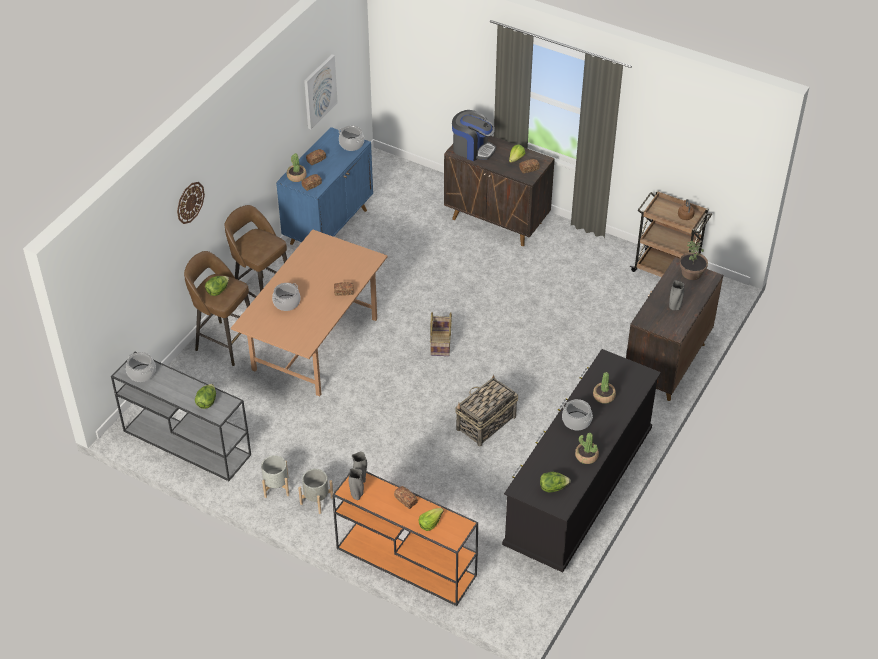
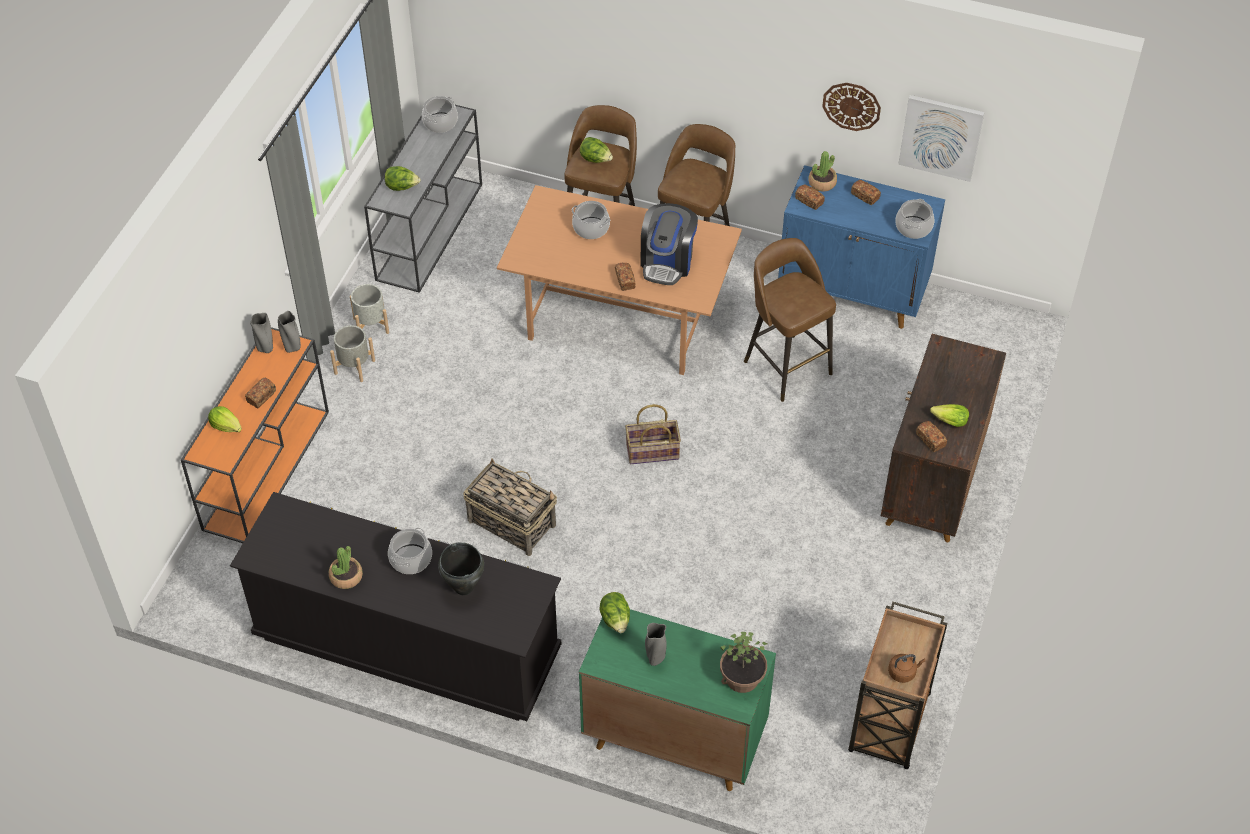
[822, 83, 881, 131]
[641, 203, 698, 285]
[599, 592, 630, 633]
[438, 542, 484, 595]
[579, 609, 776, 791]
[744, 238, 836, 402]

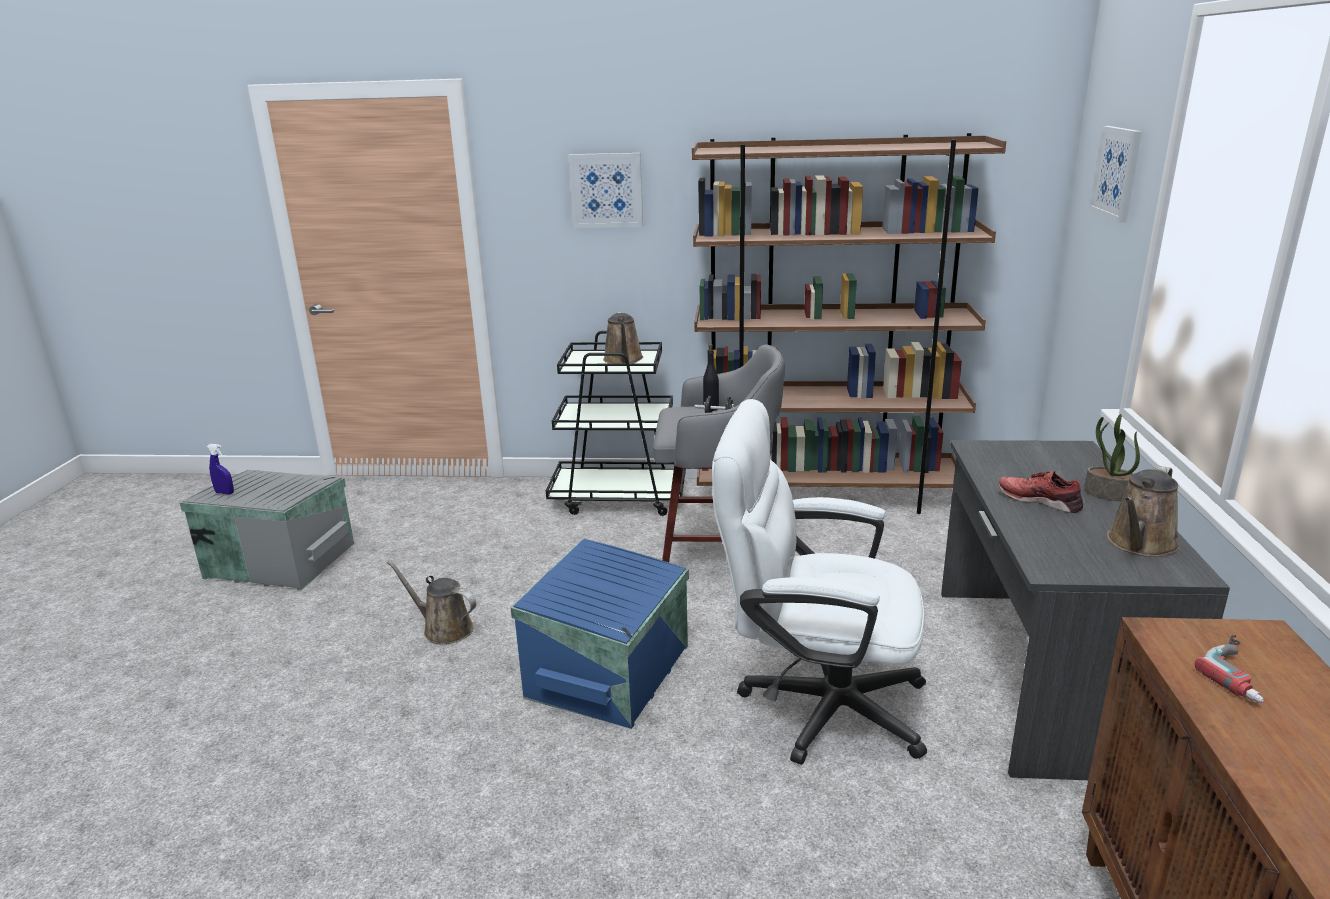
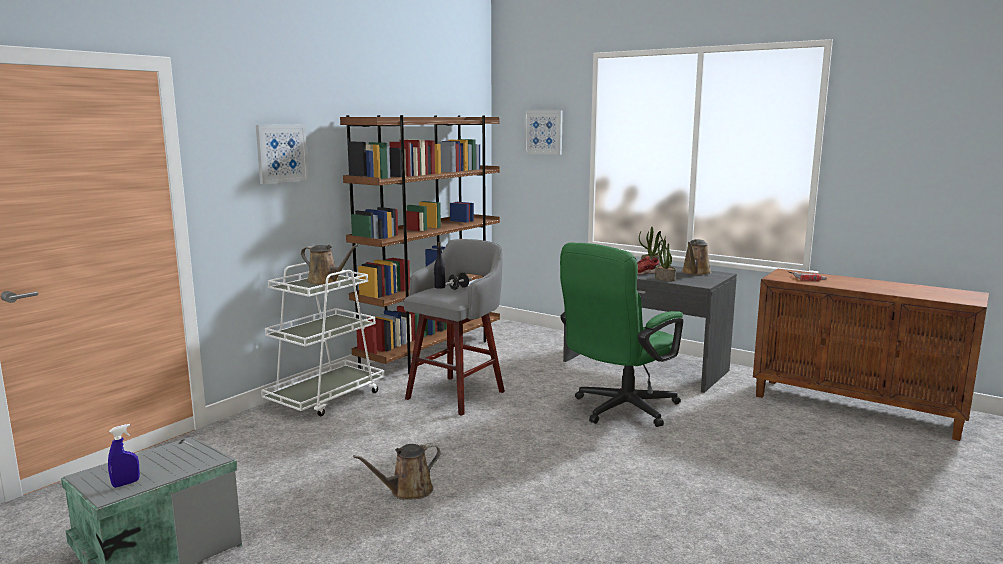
[511, 539, 689, 729] (first image)
[261, 263, 384, 417]
[560, 242, 683, 427]
[682, 239, 712, 275]
[655, 236, 676, 281]

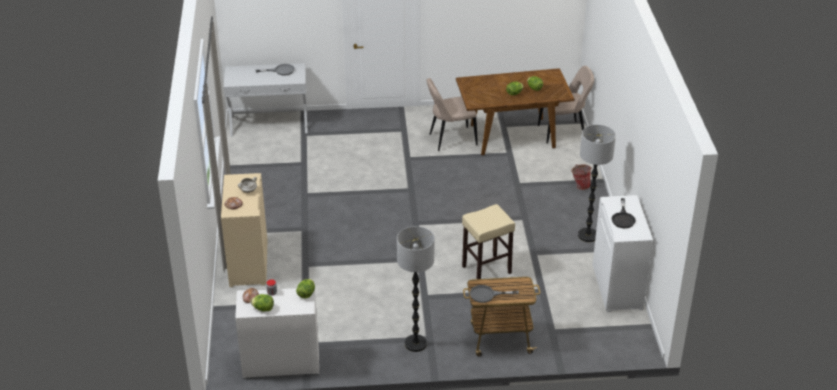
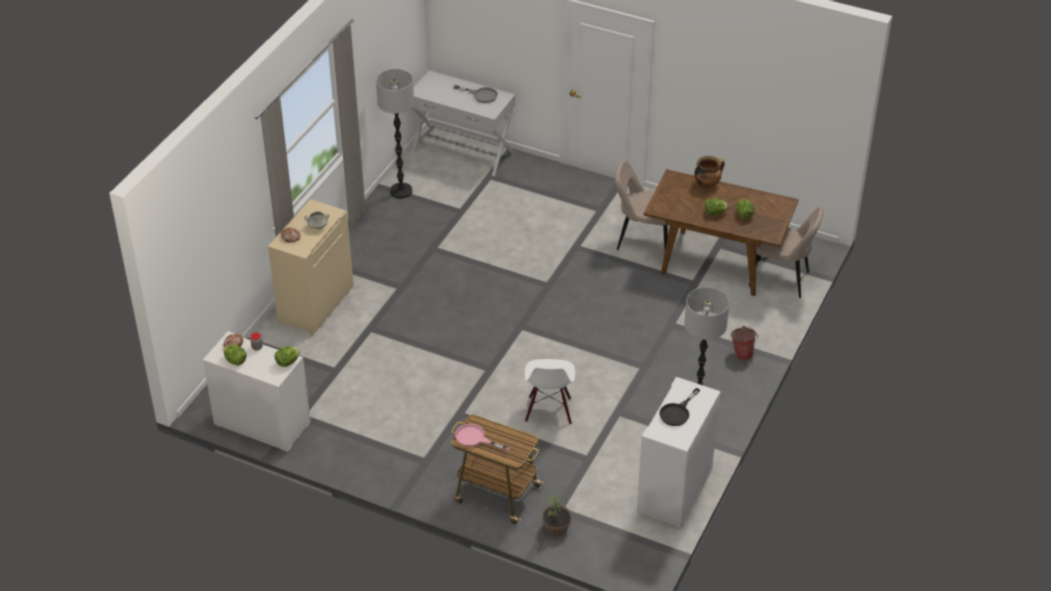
[376, 69, 414, 199]
[525, 359, 575, 425]
[455, 424, 510, 451]
[542, 494, 572, 536]
[695, 156, 725, 189]

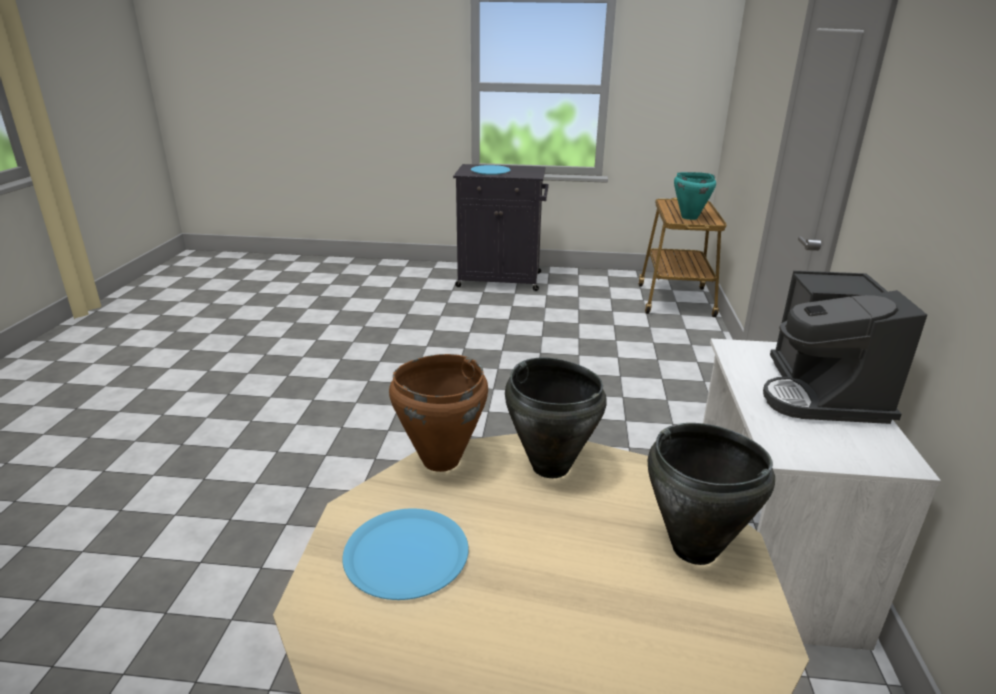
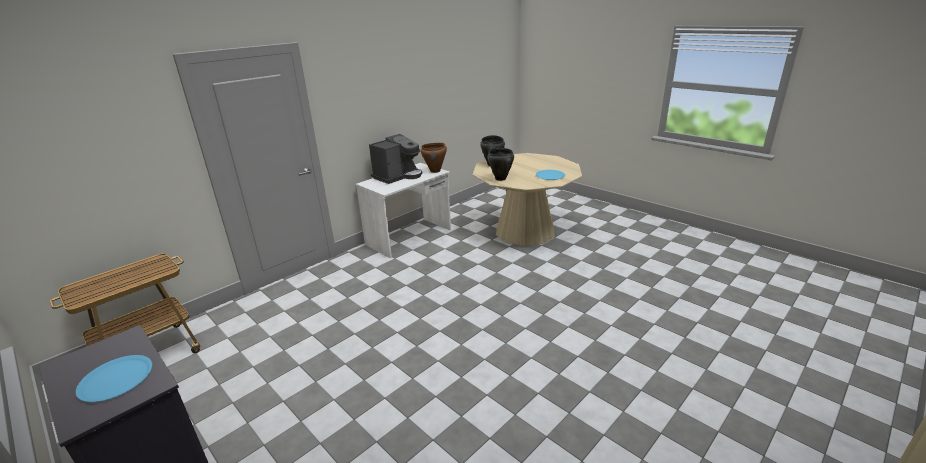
[421, 143, 447, 173]
[674, 172, 716, 220] (first image)

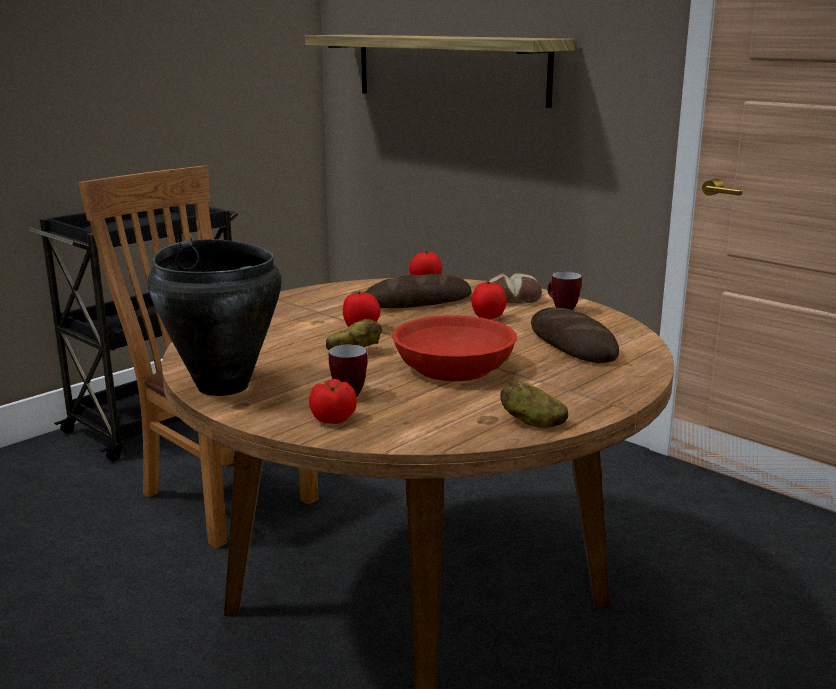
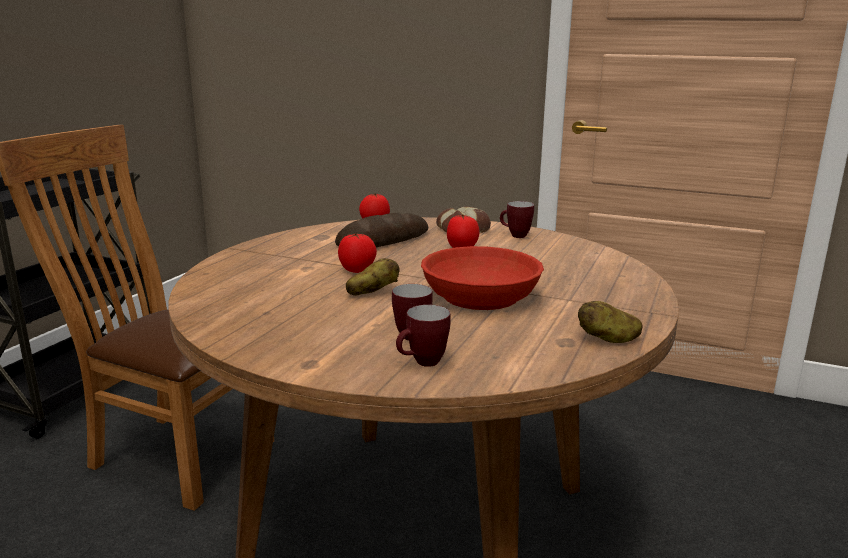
[148, 239, 281, 396] (first image)
[305, 35, 576, 108] (first image)
[396, 305, 450, 367]
[531, 307, 619, 363] (first image)

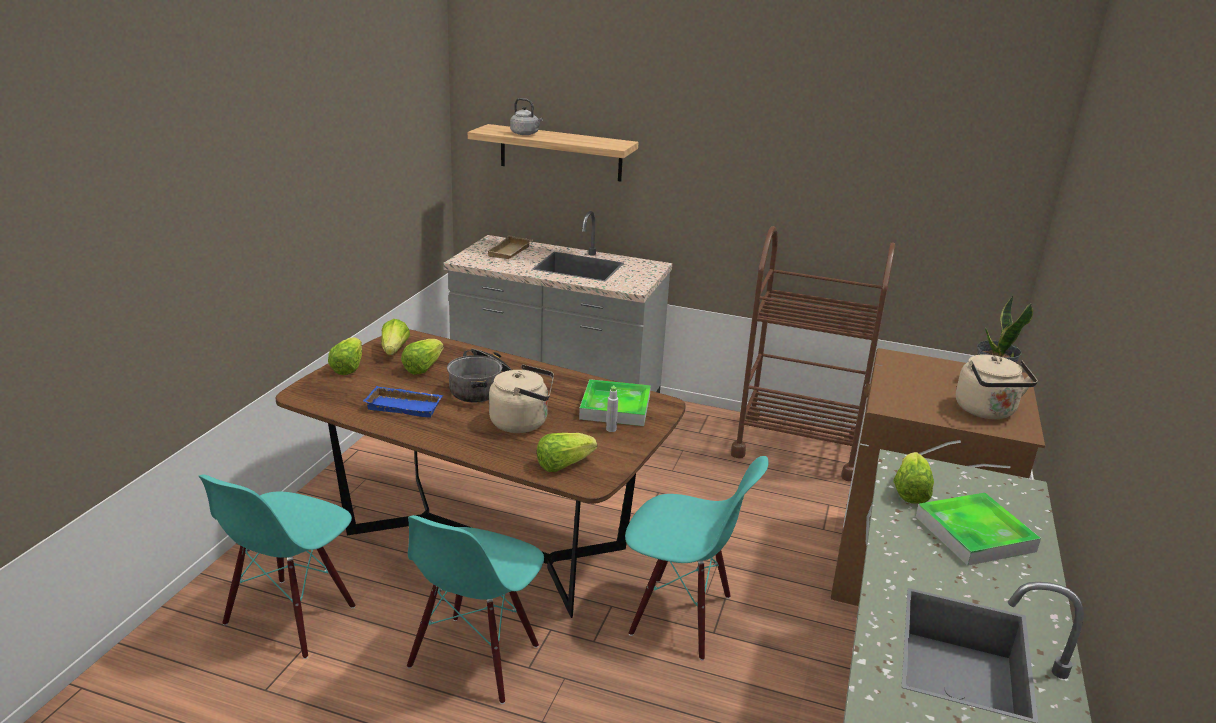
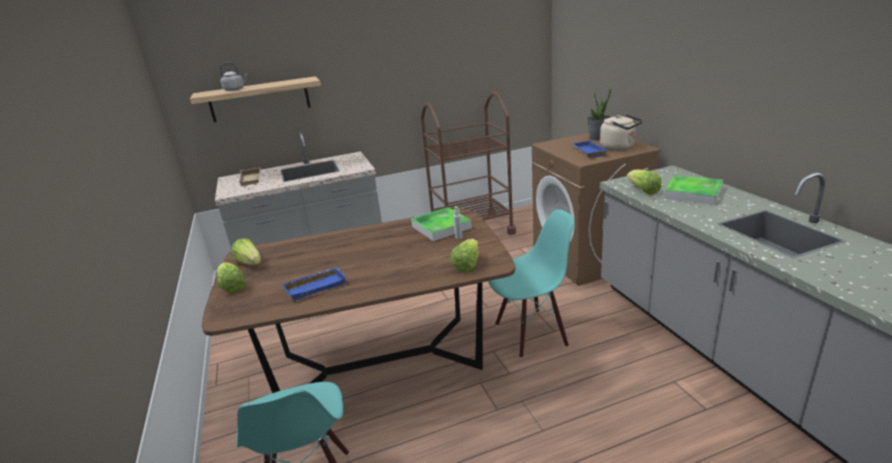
[401, 339, 444, 375] (first image)
[407, 515, 544, 704] (first image)
[447, 349, 512, 402] (first image)
[489, 364, 554, 433] (first image)
[572, 140, 609, 158]

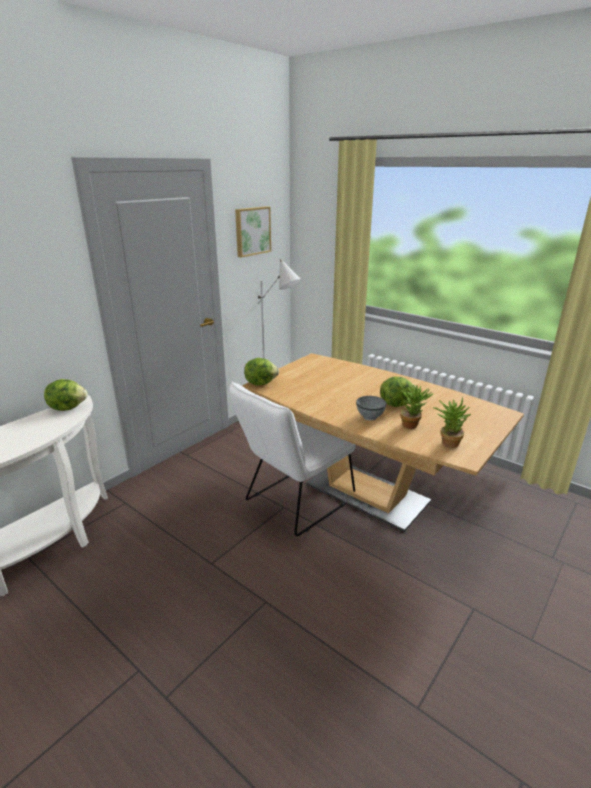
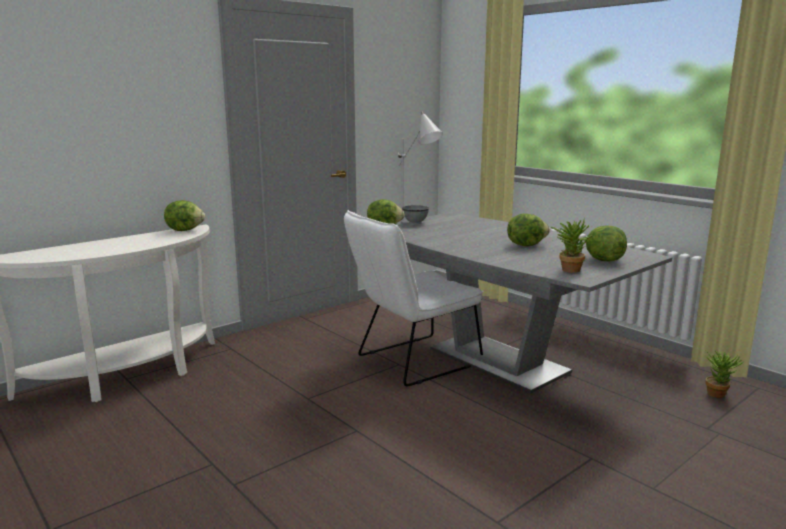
[235, 206, 271, 258] (first image)
[396, 213, 672, 393]
[402, 205, 429, 224]
[705, 350, 743, 398]
[586, 225, 627, 262]

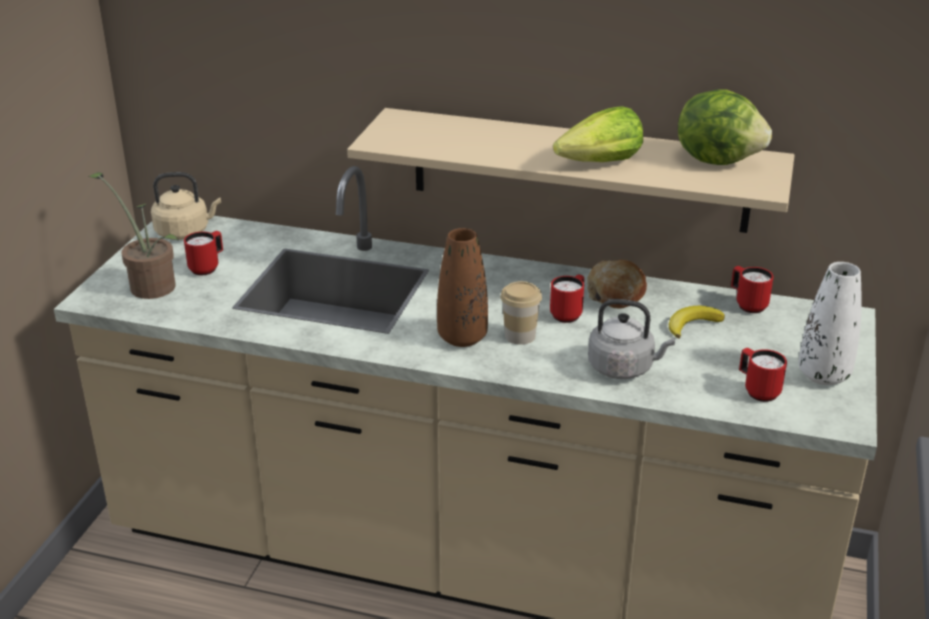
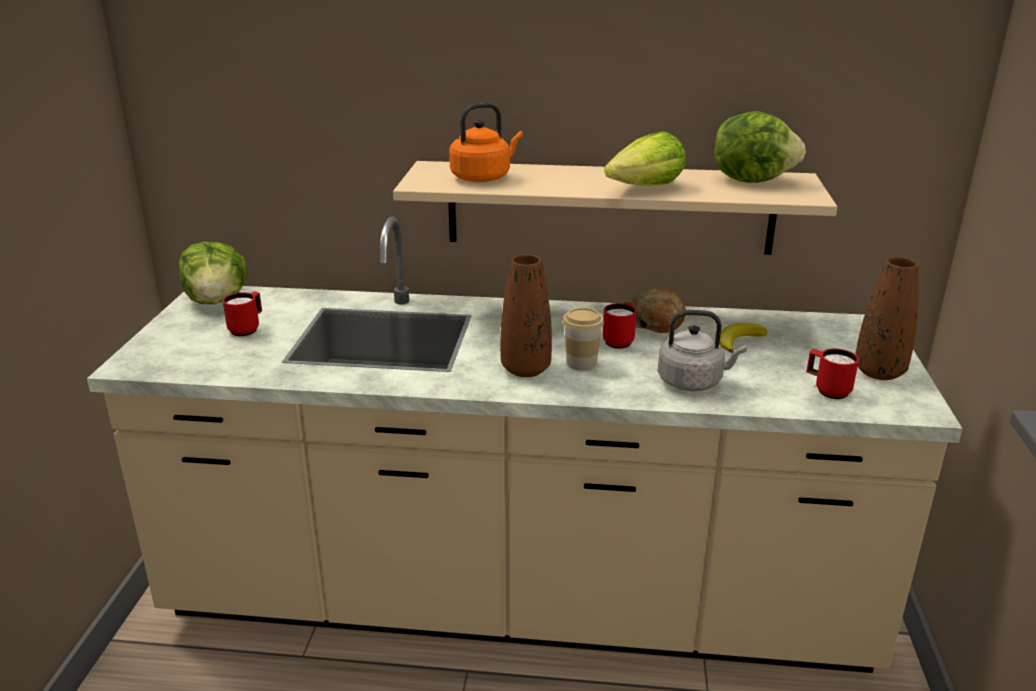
[89, 172, 179, 299] (first image)
[179, 242, 248, 304]
[731, 266, 774, 313] (first image)
[855, 257, 919, 380]
[449, 103, 523, 182]

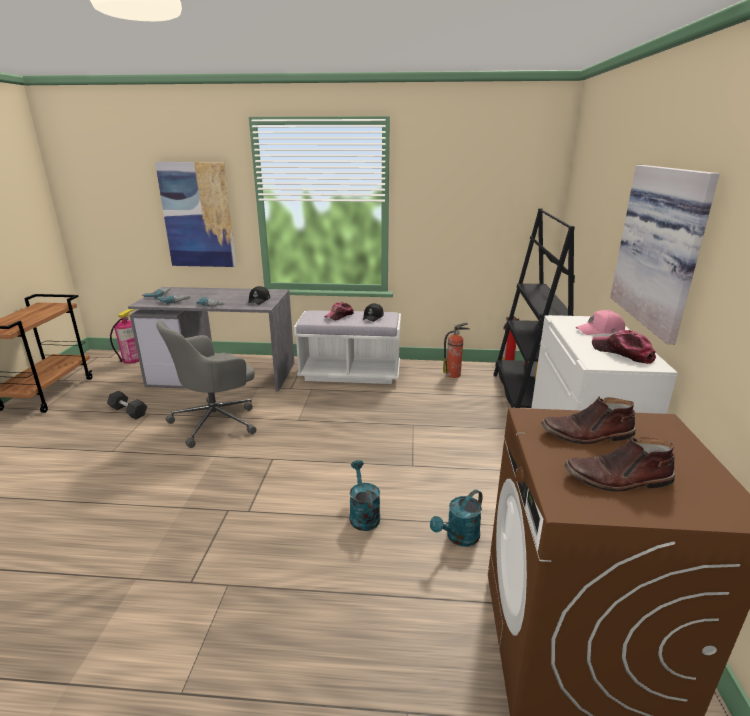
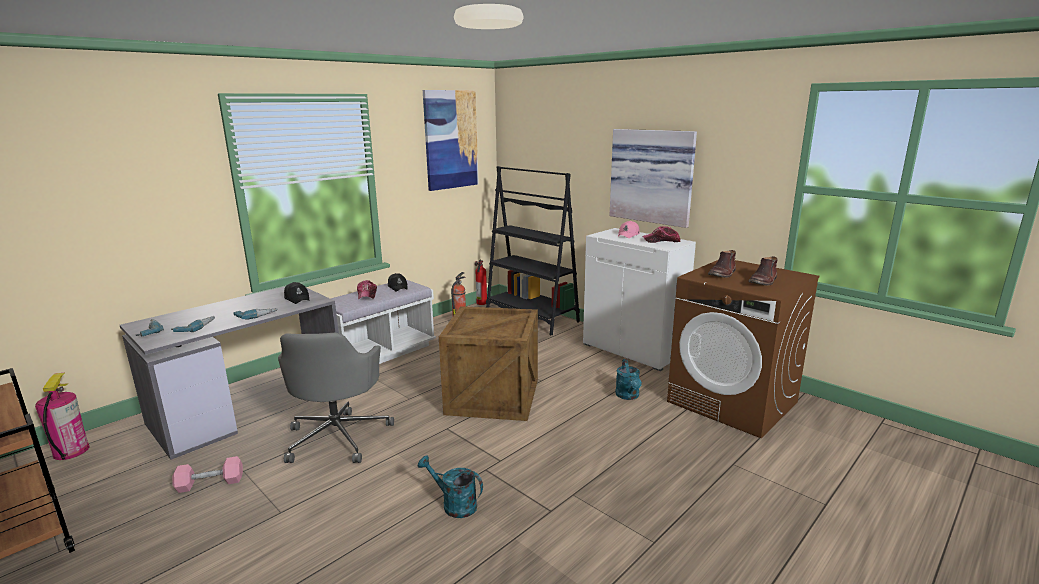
[172, 456, 243, 493]
[423, 90, 479, 191]
[418, 455, 483, 518]
[439, 306, 538, 421]

